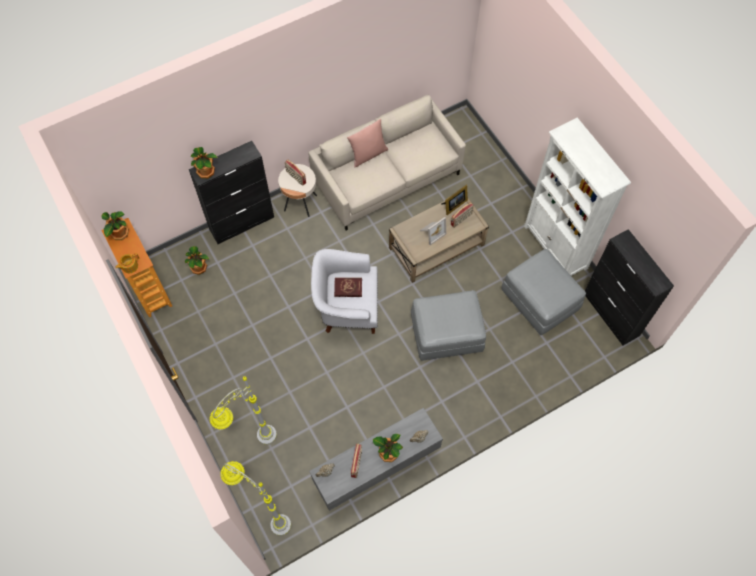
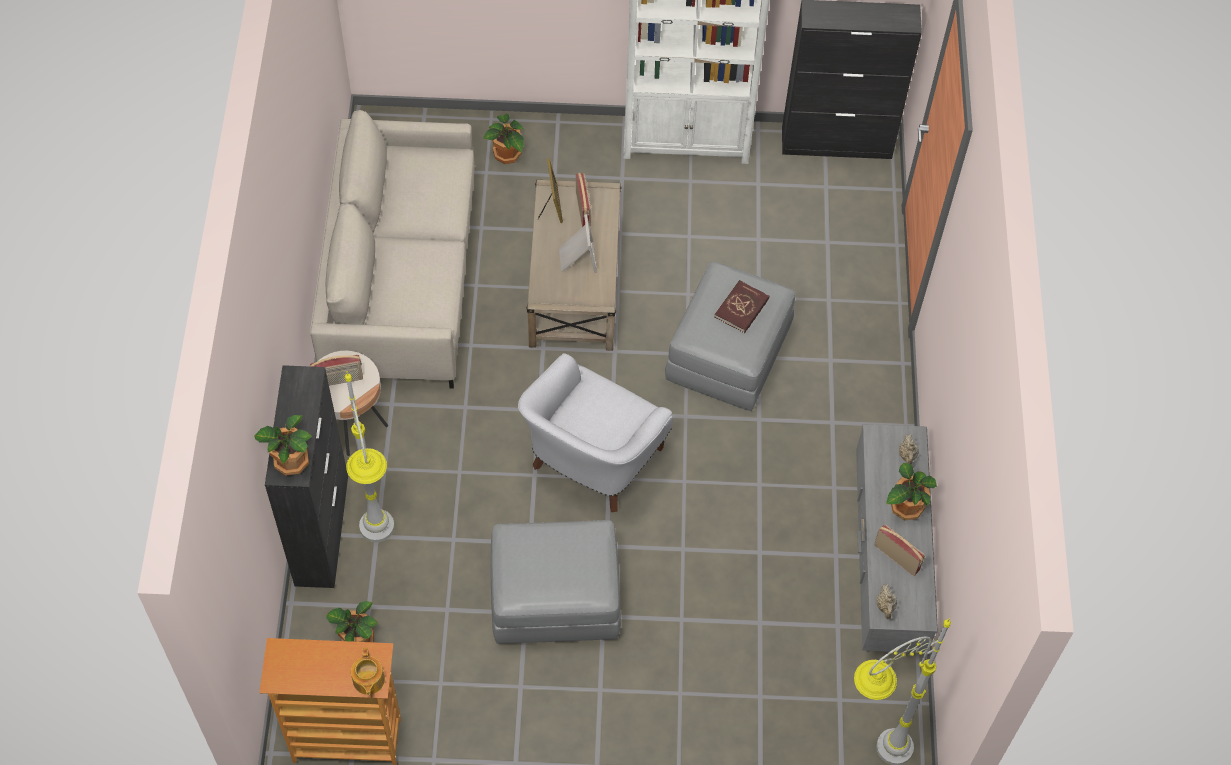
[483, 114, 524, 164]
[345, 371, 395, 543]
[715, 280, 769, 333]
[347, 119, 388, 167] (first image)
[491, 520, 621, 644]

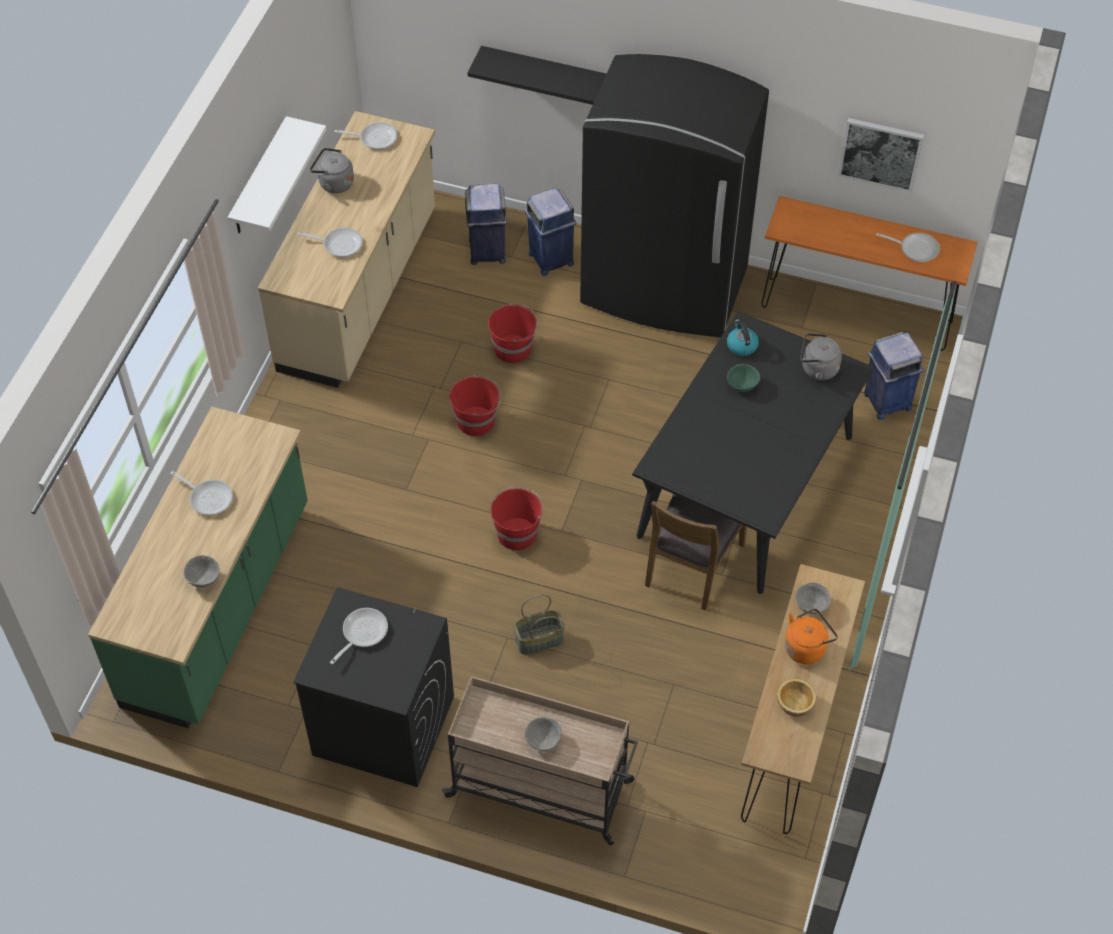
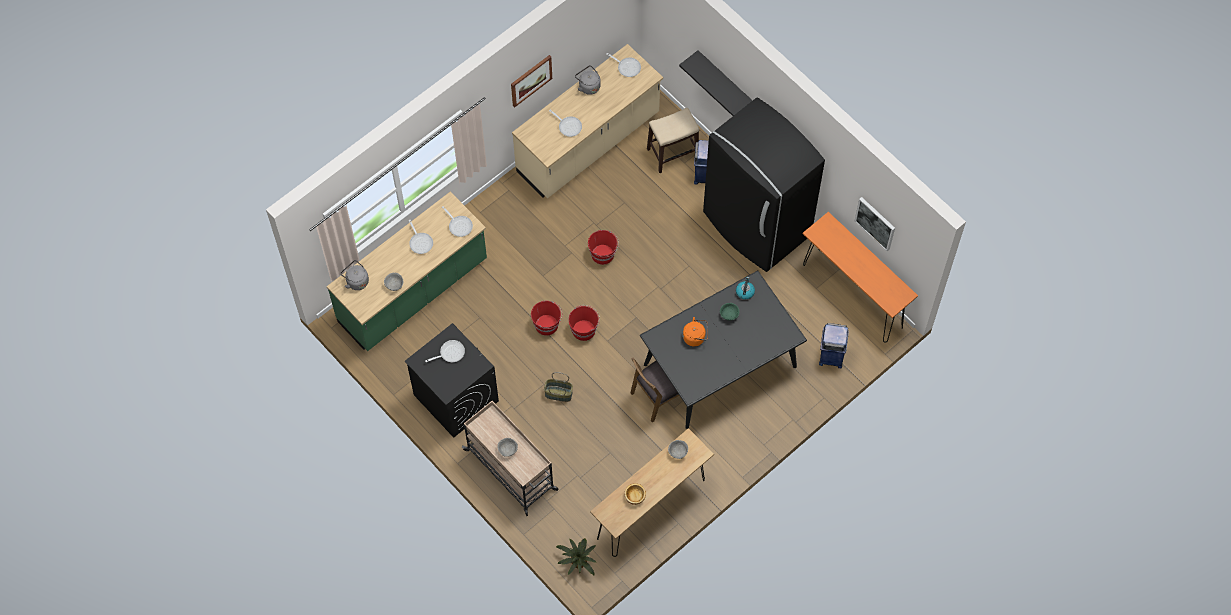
[511, 55, 552, 107]
[647, 108, 699, 173]
[531, 301, 562, 336]
[683, 317, 708, 346]
[340, 260, 369, 290]
[442, 206, 473, 237]
[556, 538, 597, 575]

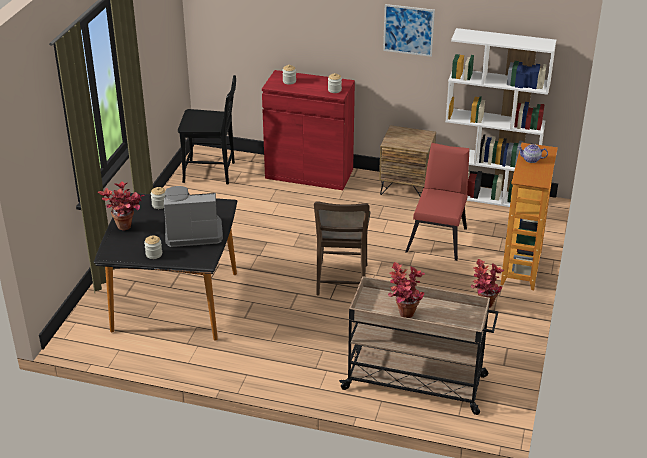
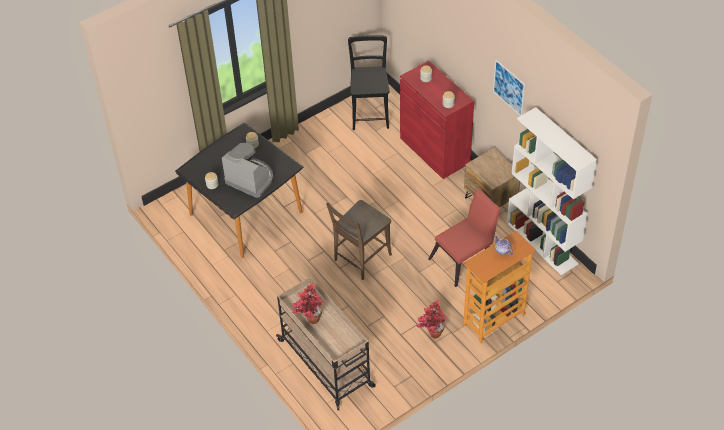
[98, 181, 144, 231] (first image)
[348, 35, 390, 130]

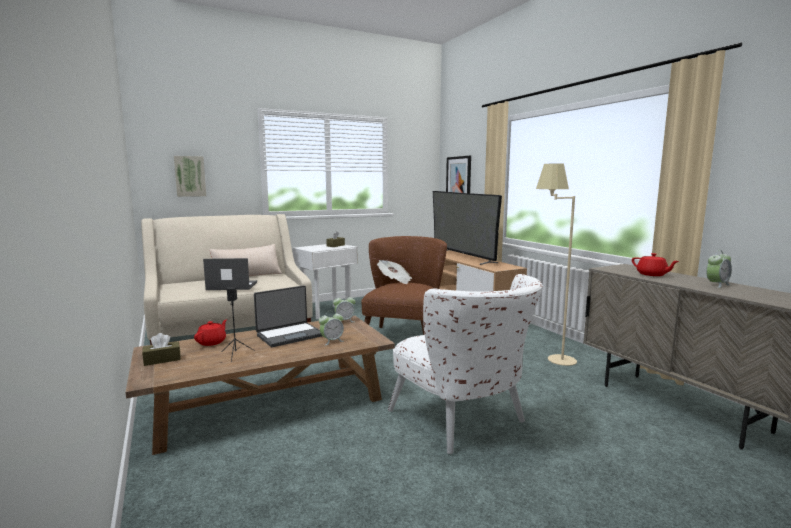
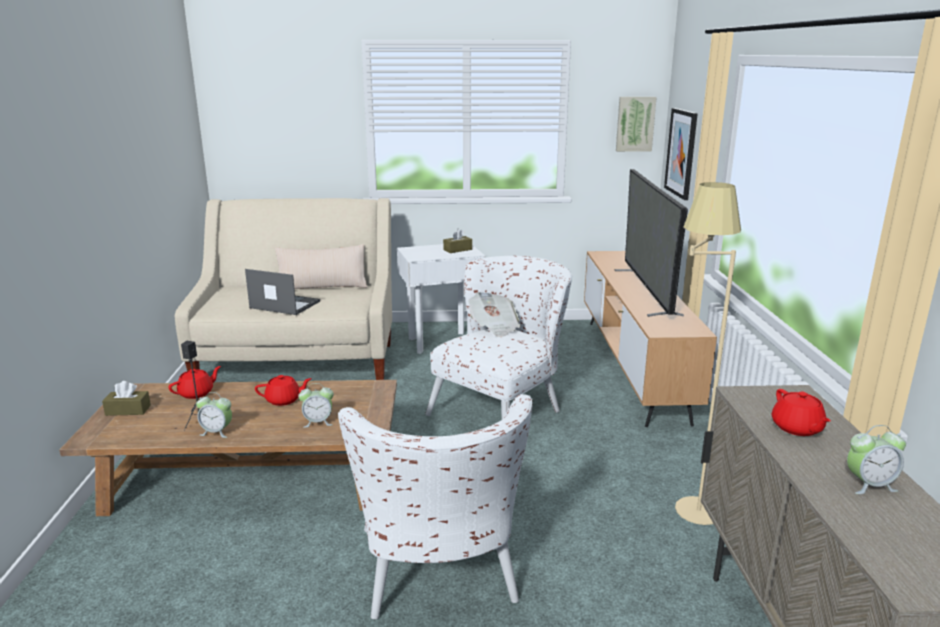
[616, 97, 657, 152]
[255, 375, 312, 406]
[196, 392, 232, 438]
[425, 256, 572, 419]

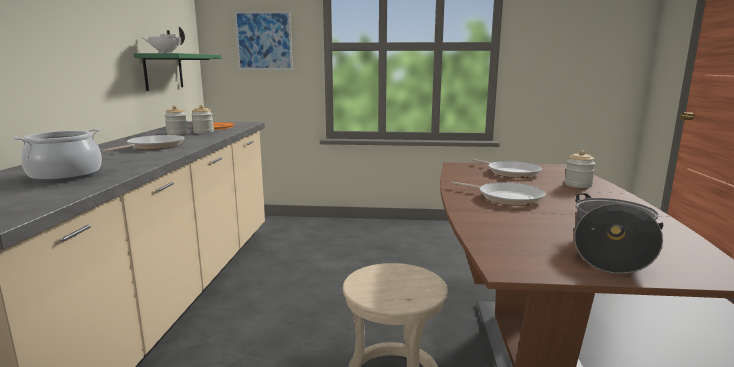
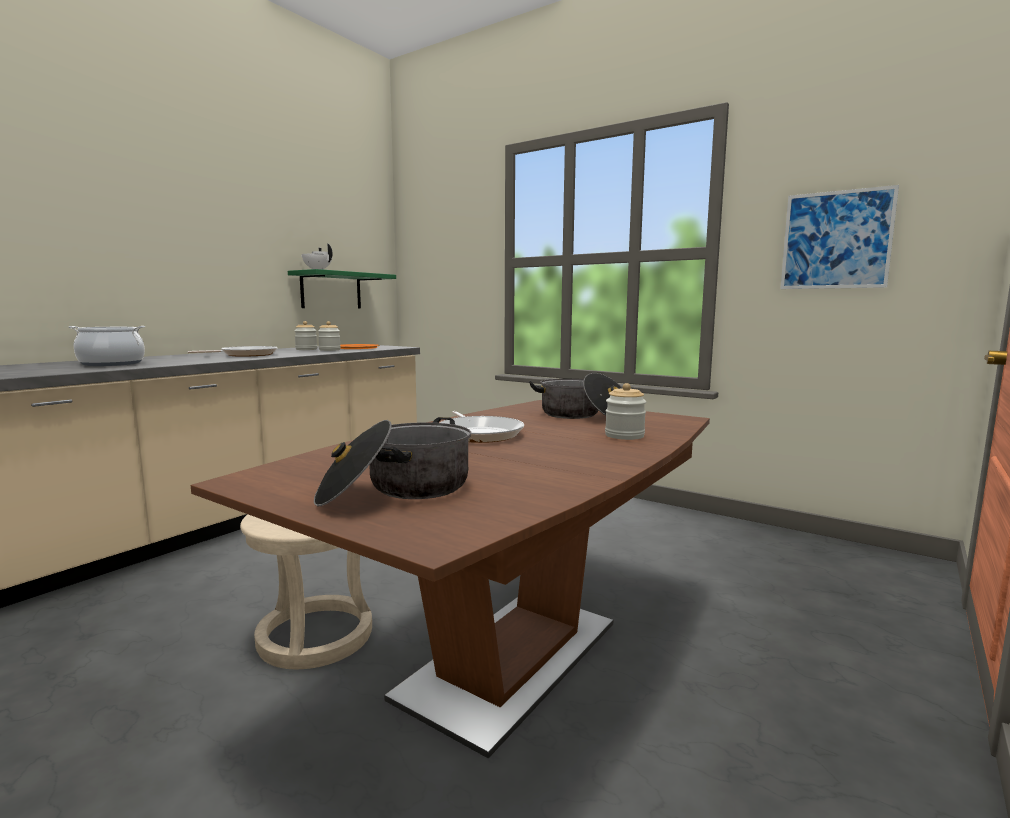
[780, 185, 899, 289]
[529, 373, 623, 419]

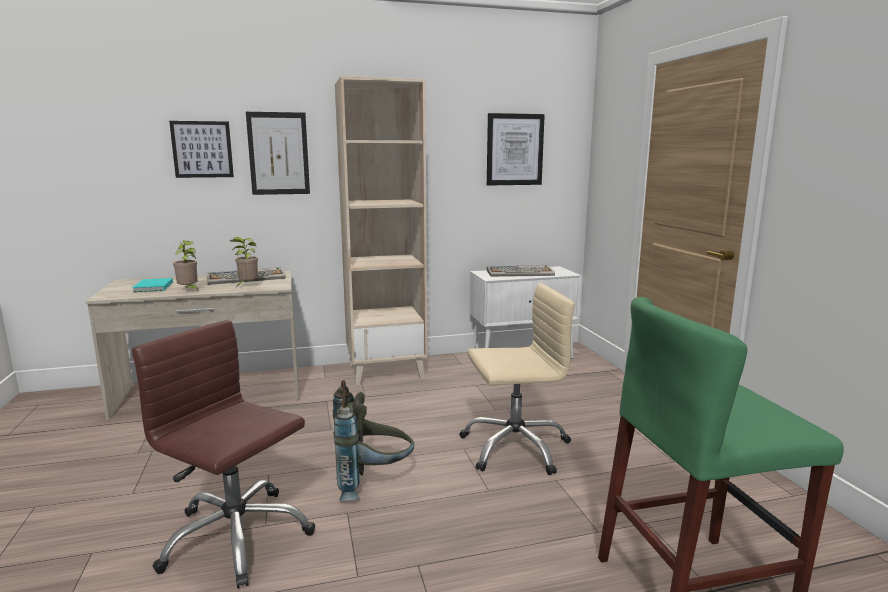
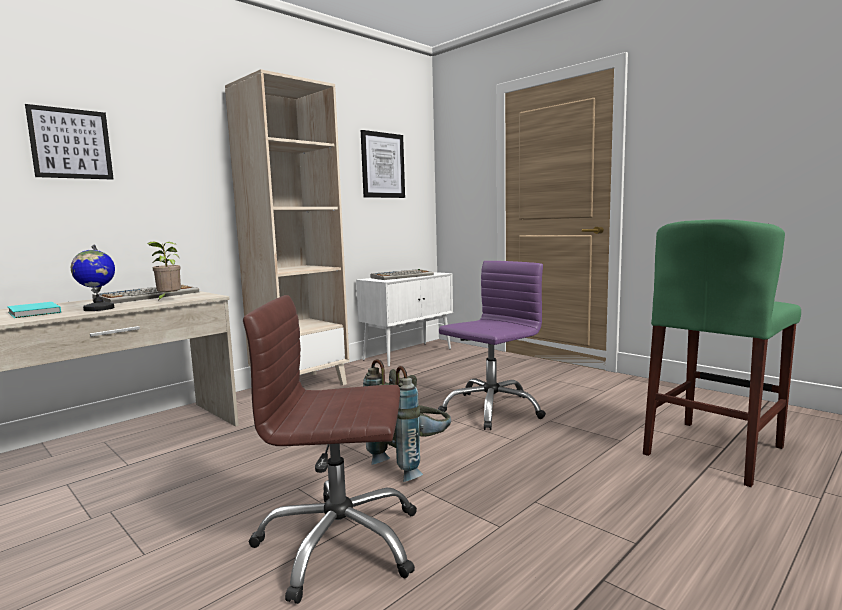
[71, 245, 115, 311]
[246, 112, 310, 195] (first image)
[438, 261, 546, 430]

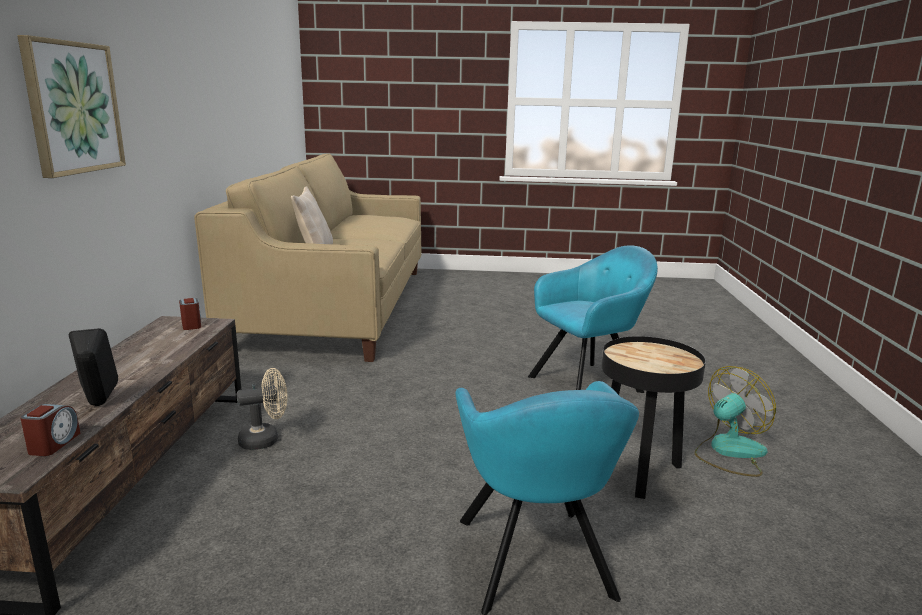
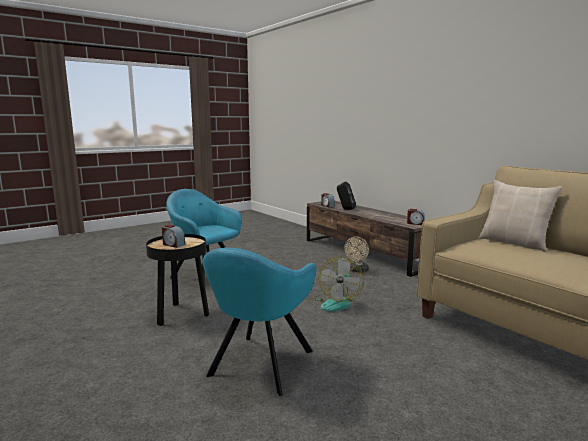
[17, 35, 126, 178] (first image)
[314, 256, 364, 311]
[162, 225, 185, 248]

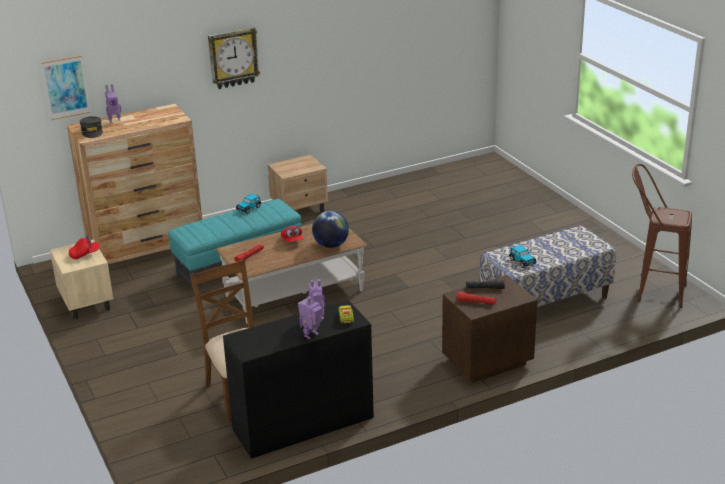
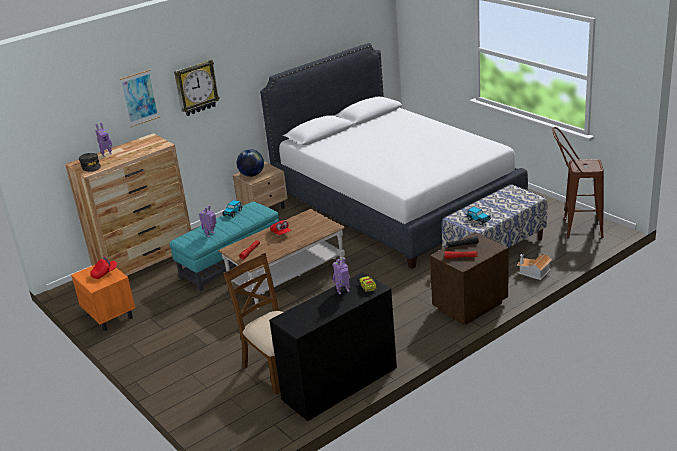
[120, 69, 160, 127]
[71, 264, 135, 332]
[199, 205, 217, 237]
[237, 149, 264, 177]
[260, 43, 528, 269]
[517, 254, 552, 280]

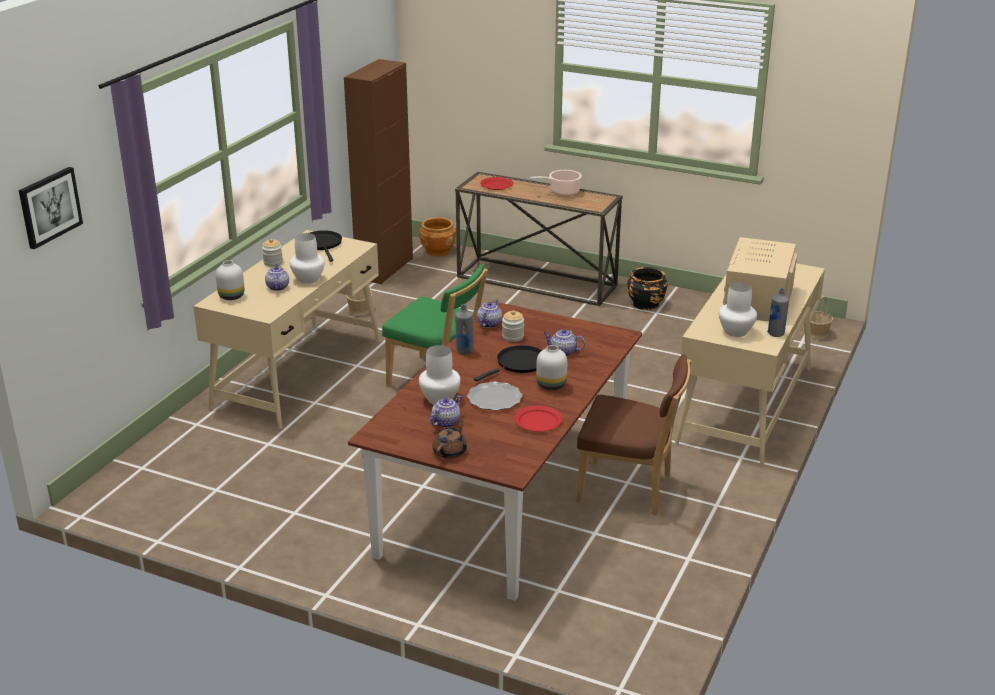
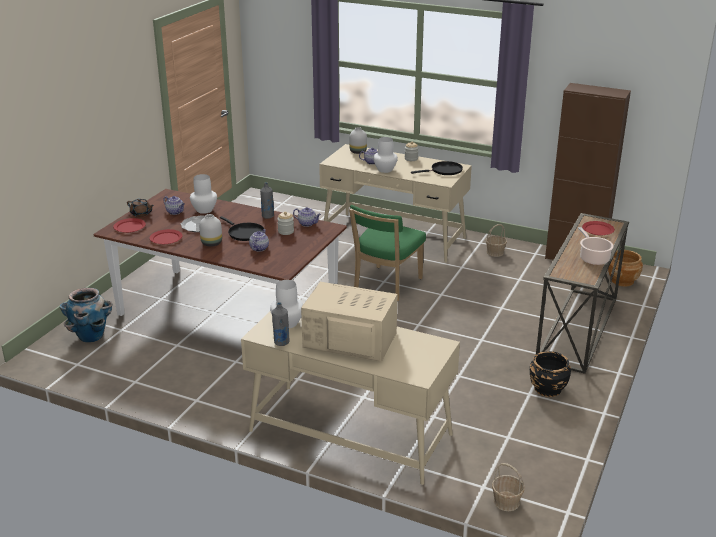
[19, 167, 83, 249] (first image)
[576, 354, 691, 516] (first image)
[60, 288, 113, 343]
[113, 218, 146, 233]

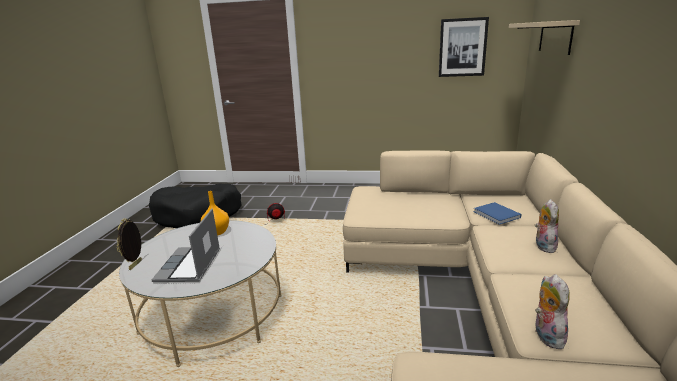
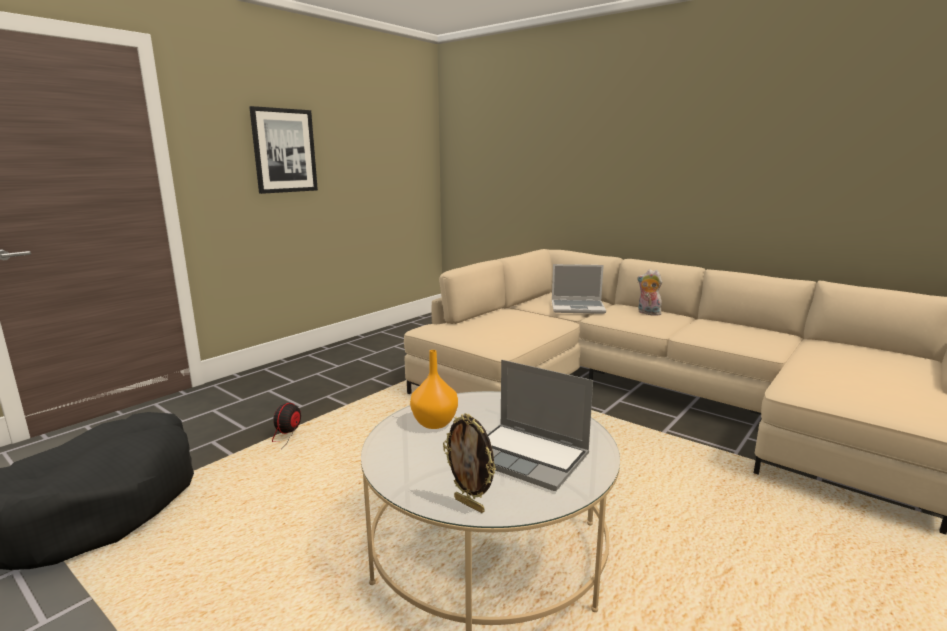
[249, 106, 318, 194]
[552, 264, 606, 314]
[509, 20, 580, 55] (first image)
[535, 274, 570, 350] (first image)

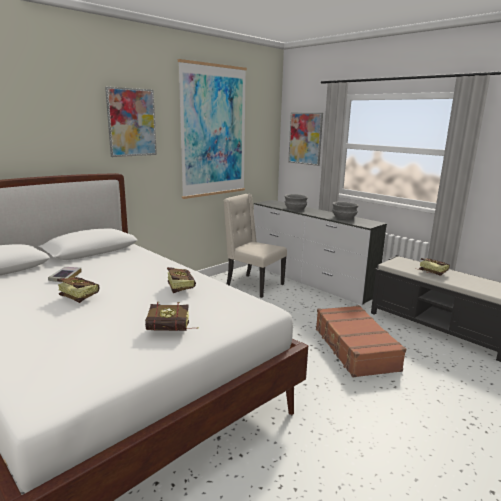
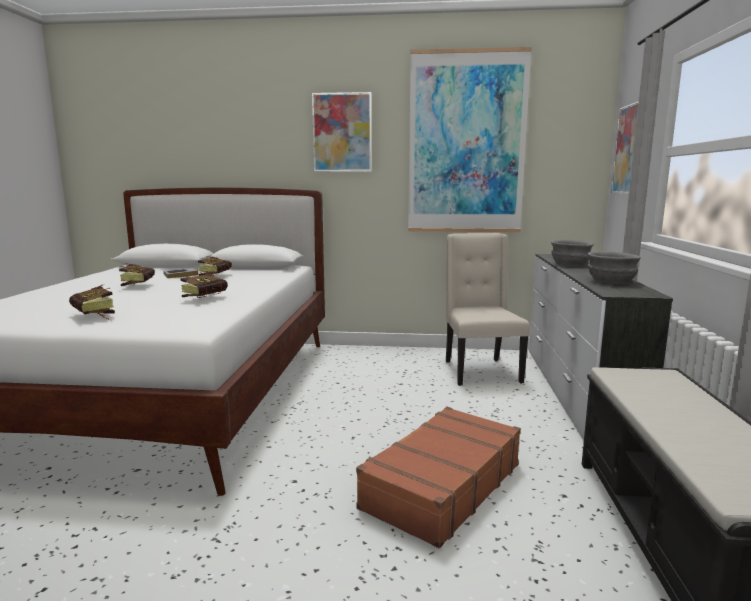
[198, 256, 232, 276]

